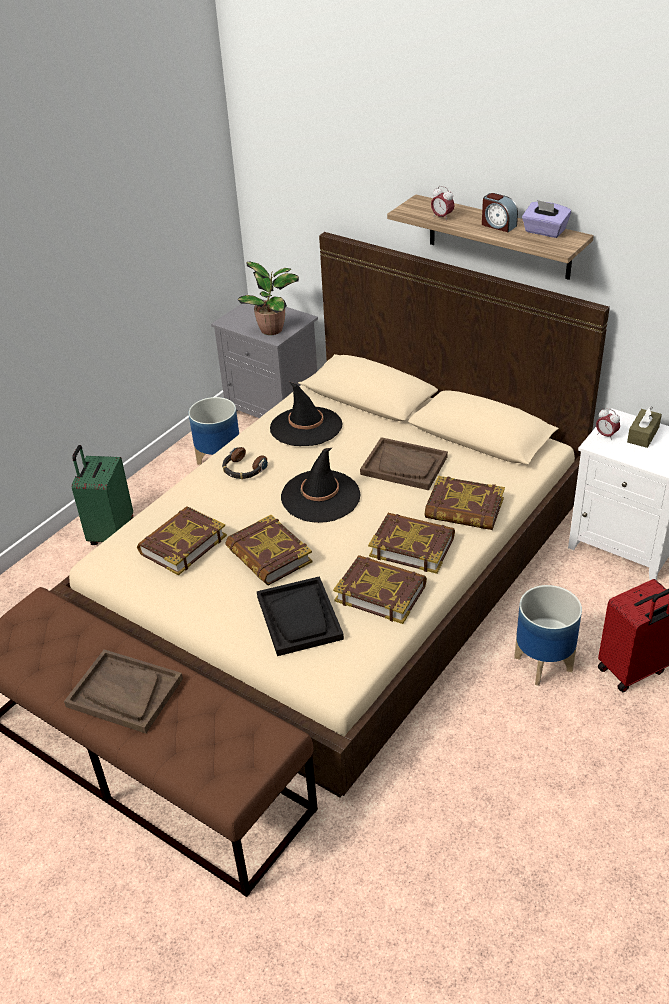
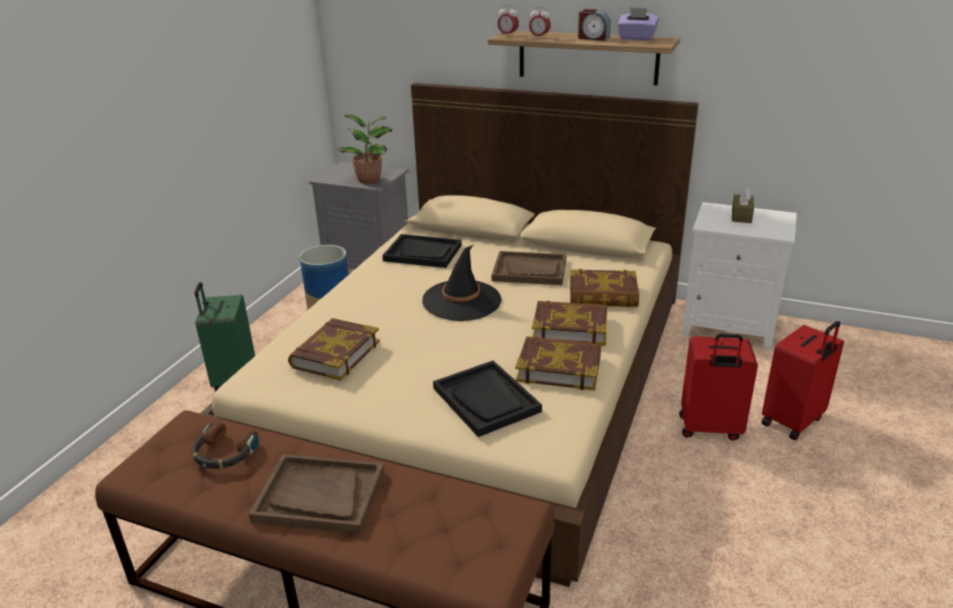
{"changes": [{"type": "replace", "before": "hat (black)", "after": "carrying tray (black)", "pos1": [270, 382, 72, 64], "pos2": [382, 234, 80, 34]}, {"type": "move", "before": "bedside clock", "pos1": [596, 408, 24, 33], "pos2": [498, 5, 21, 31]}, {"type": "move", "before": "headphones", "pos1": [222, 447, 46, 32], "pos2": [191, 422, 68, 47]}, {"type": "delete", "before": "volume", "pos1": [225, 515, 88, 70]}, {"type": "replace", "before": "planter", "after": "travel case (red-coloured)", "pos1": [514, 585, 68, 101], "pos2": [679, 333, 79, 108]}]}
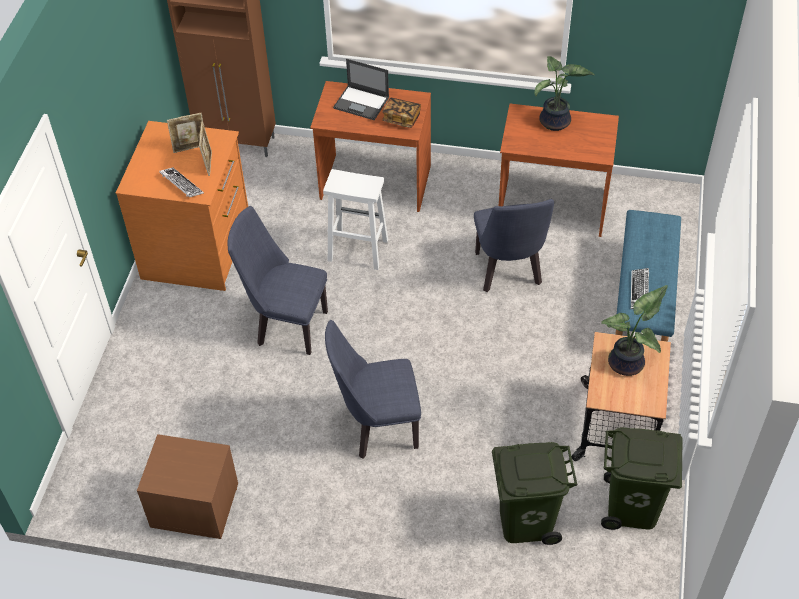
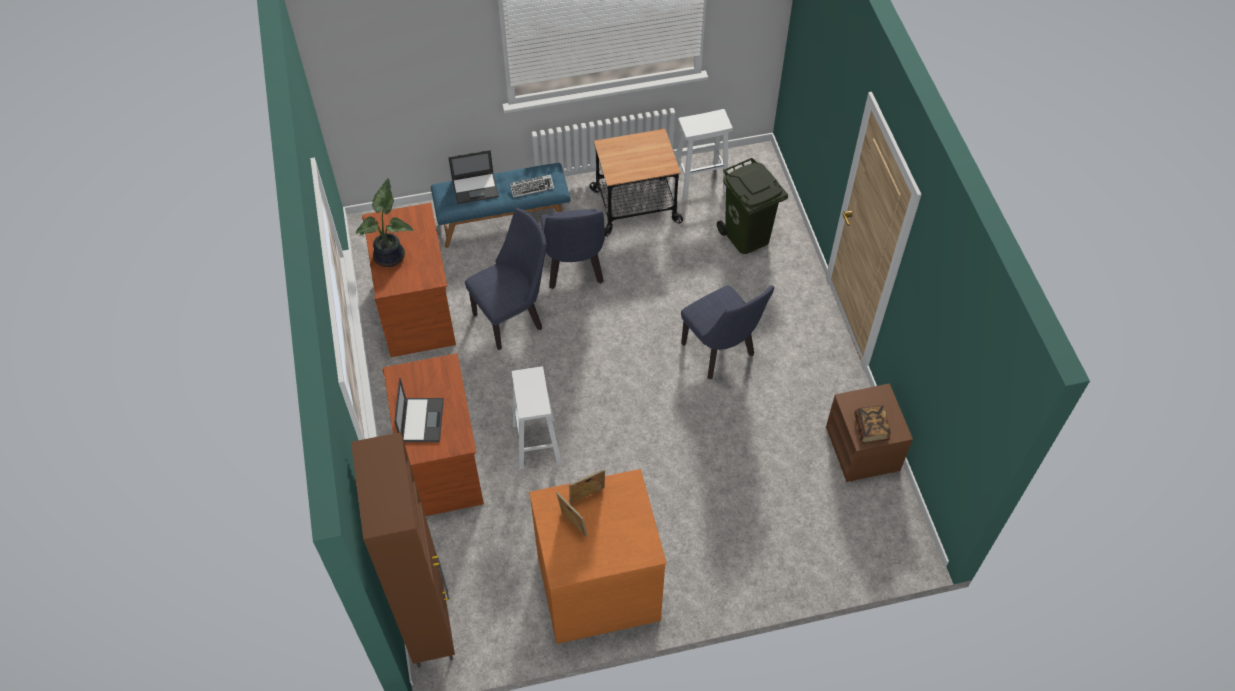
{"changes": [{"type": "move", "before": "volume", "pos1": [382, 98, 39, 30], "pos2": [854, 405, 37, 39]}, {"type": "delete", "before": "PC keyboard", "pos1": [159, 167, 45, 30]}, {"type": "move", "before": "chair (blue-coloured)", "pos1": [228, 206, 100, 149], "pos2": [541, 209, 64, 80]}, {"type": "delete", "before": "houseplant", "pos1": [601, 285, 67, 91]}, {"type": "replace", "before": "waste bin (green)", "after": "sitting stool (white-coloured)", "pos1": [601, 427, 82, 103], "pos2": [676, 109, 57, 91]}, {"type": "insert", "after": "laptop", "pos2": [448, 150, 51, 54]}]}
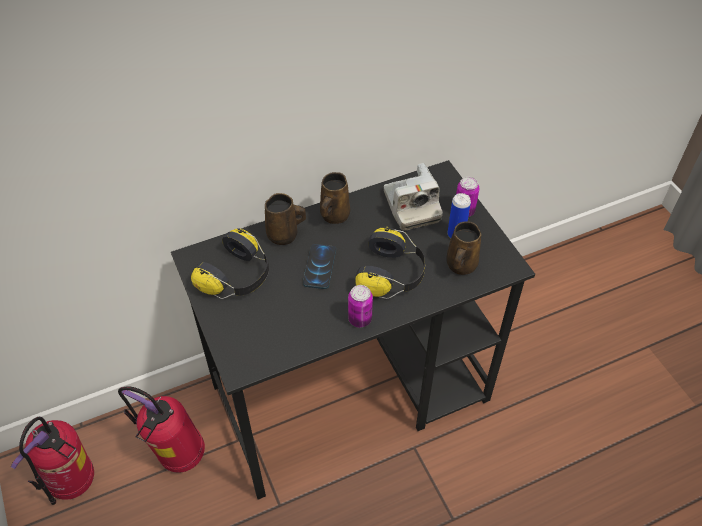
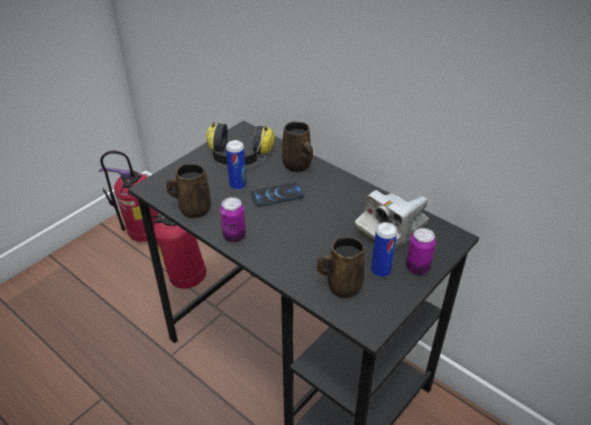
{"changes": [{"type": "move", "before": "coffee mug (brown)", "pos1": [320, 172, 30, 52], "pos2": [166, 164, 45, 55]}, {"type": "delete", "before": "headphones", "pos1": [355, 227, 71, 72]}, {"type": "insert", "after": "metal can", "pos2": [226, 140, 21, 50]}]}
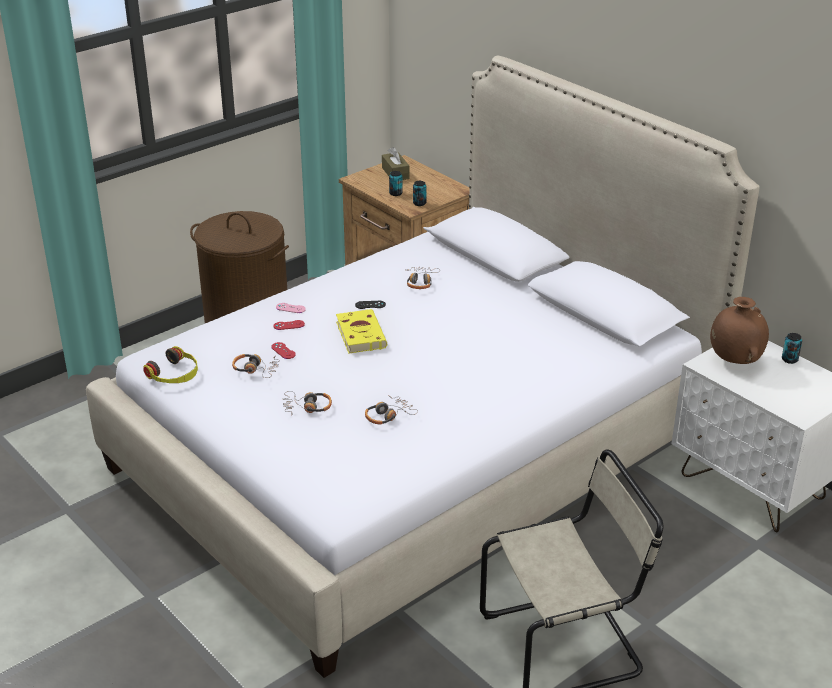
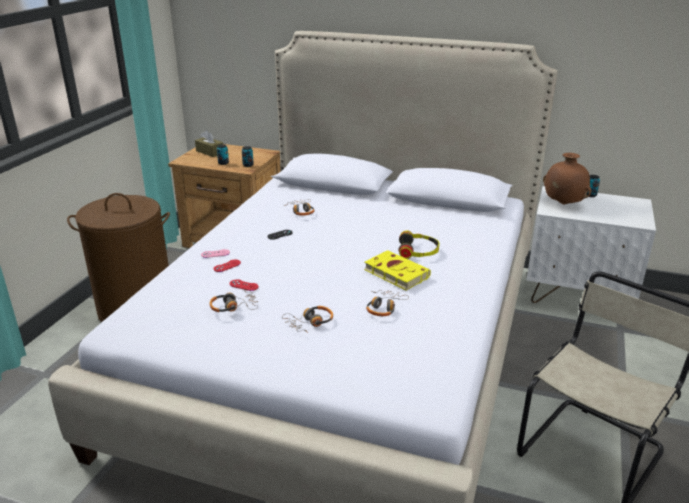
{"changes": [{"type": "move", "before": "volume (yellow-coloured)", "pos1": [336, 309, 51, 45], "pos2": [364, 250, 67, 40]}, {"type": "move", "before": "headphones", "pos1": [143, 346, 55, 37], "pos2": [398, 230, 41, 29]}]}
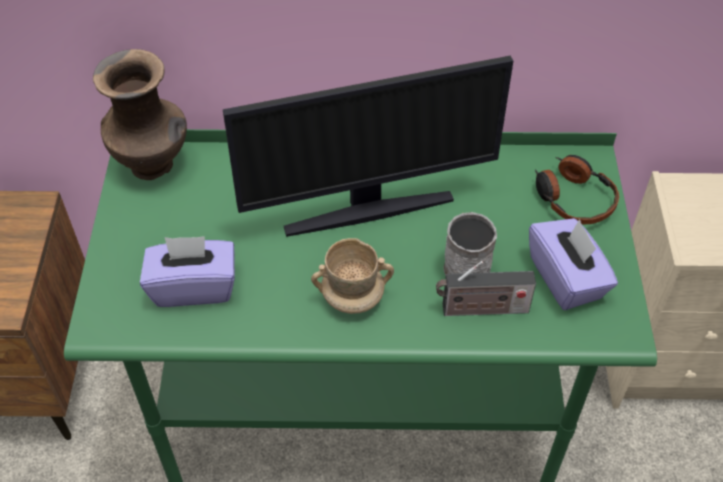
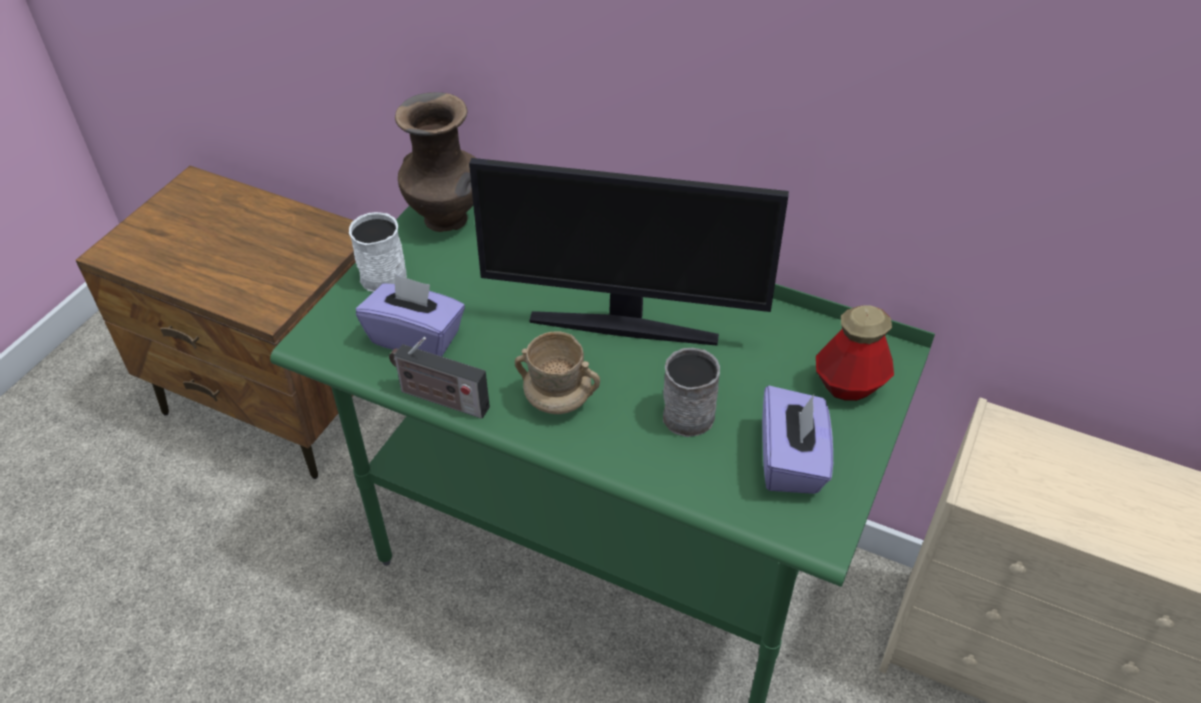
{"changes": [{"type": "replace", "before": "headphones", "after": "beverage bottle", "pos1": [535, 155, 84, 69], "pos2": [816, 305, 78, 96]}, {"type": "move", "before": "radio set", "pos1": [436, 261, 100, 55], "pos2": [389, 337, 101, 82]}, {"type": "insert", "after": "coffee mug (white-coloured)", "pos2": [349, 212, 58, 80]}]}
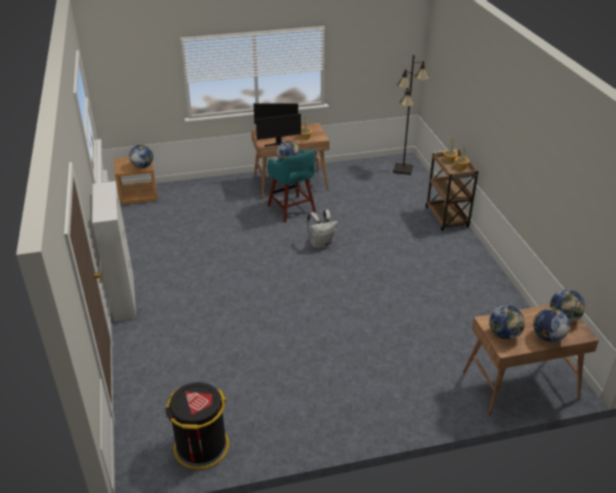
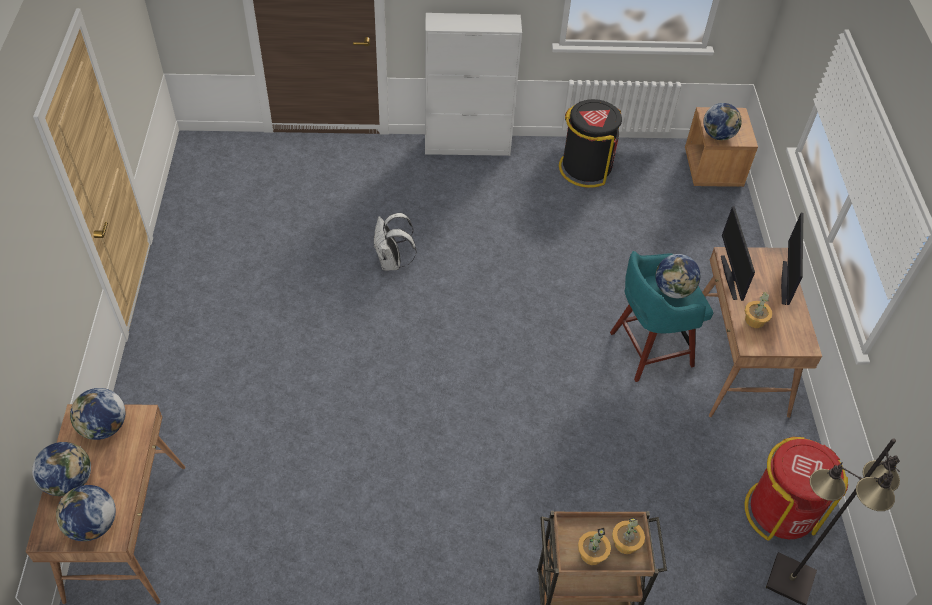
{"changes": [{"type": "move", "before": "rucksack (white-coloured)", "pos1": [307, 210, 31, 39], "pos2": [374, 213, 42, 58]}, {"type": "move", "before": "waste bin (black)", "pos1": [165, 382, 64, 88], "pos2": [559, 99, 63, 89]}, {"type": "insert", "after": "waste bin (red-coloured)", "pos2": [745, 437, 103, 104]}]}
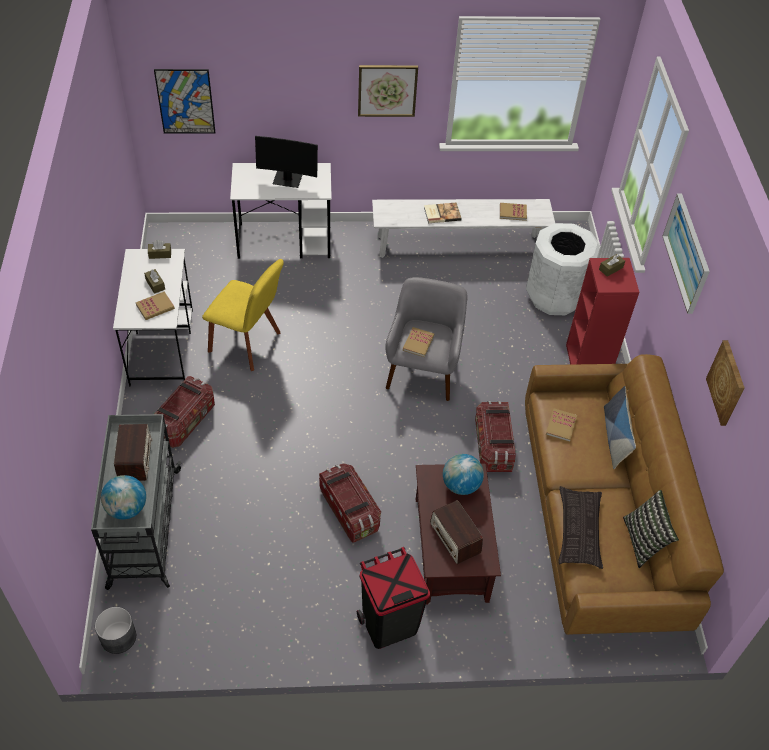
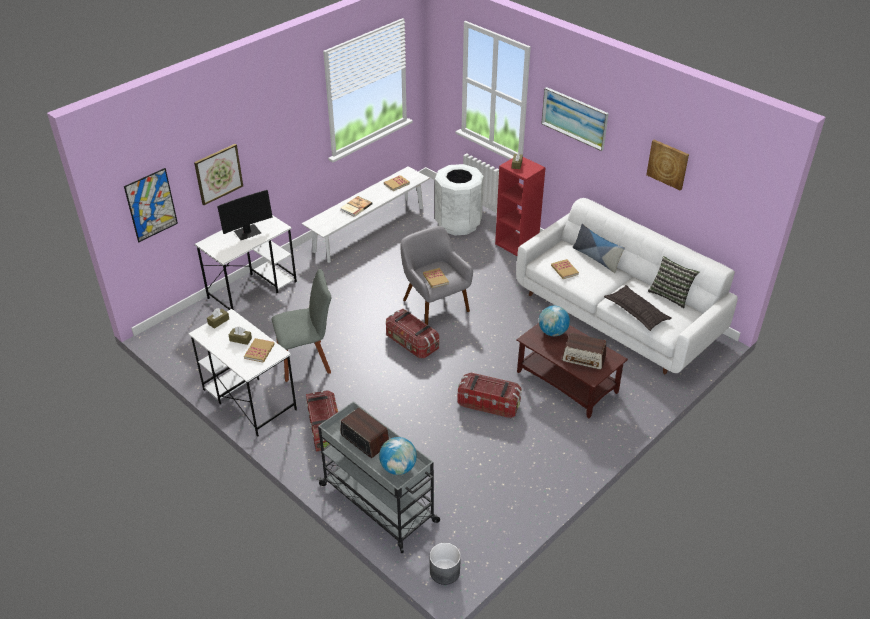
{"changes": [{"type": "move", "before": "wall art", "pos1": [358, 65, 60, 52], "pos2": [194, 144, 49, 61]}, {"type": "recolor", "before": "chair (yellow-coloured)", "after": "chair (gray)", "pos1": [202, 259, 82, 112], "pos2": [271, 269, 60, 113]}, {"type": "recolor", "before": "settee (brown)", "after": "settee (white-coloured)", "pos1": [525, 354, 199, 281], "pos2": [516, 198, 222, 176]}, {"type": "move", "before": "storage box", "pos1": [475, 401, 40, 71], "pos2": [386, 309, 53, 49]}, {"type": "delete", "before": "waste bin (black)", "pos1": [357, 547, 73, 102]}]}
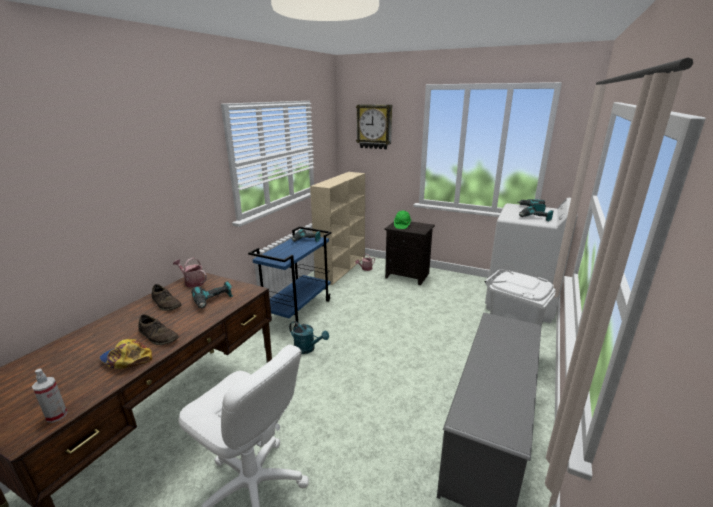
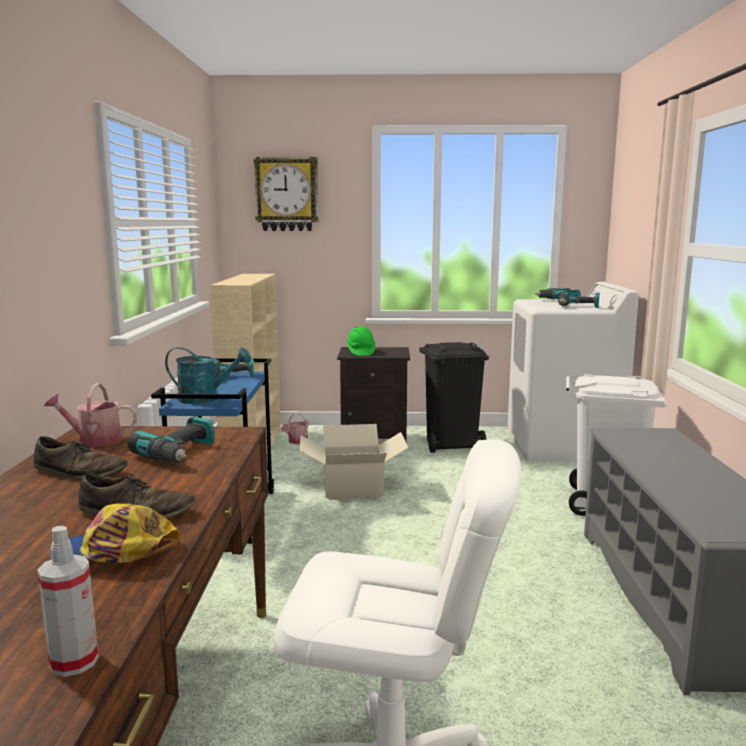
{"changes": [{"type": "move", "before": "watering pot (turquoise)", "pos1": [289, 321, 40, 33], "pos2": [165, 347, 86, 57]}, {"type": "insert", "after": "waste bin (black)", "pos2": [419, 342, 70, 111]}, {"type": "insert", "after": "carton", "pos2": [300, 424, 108, 74]}]}
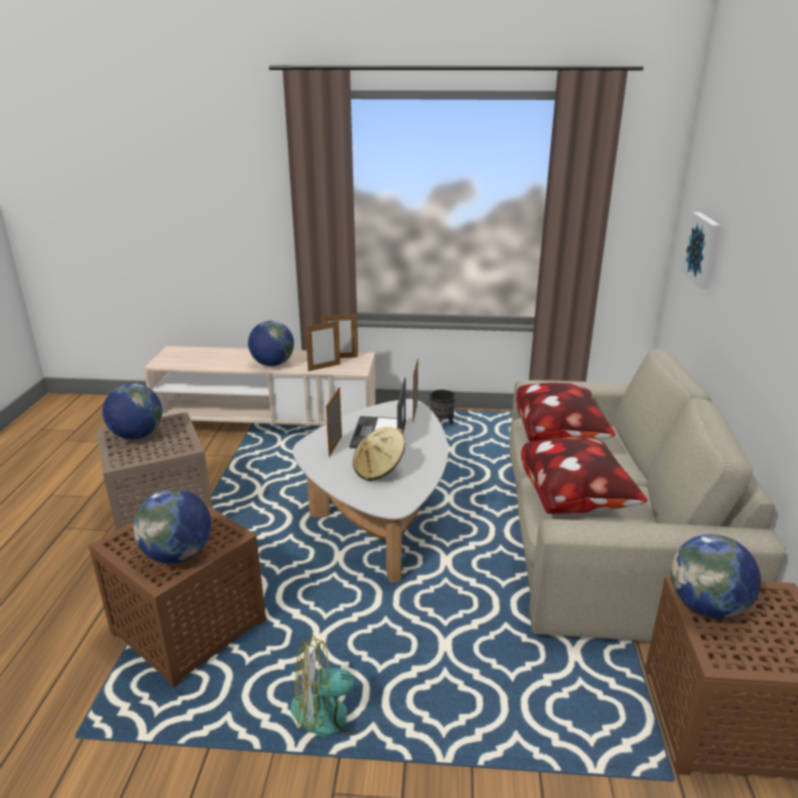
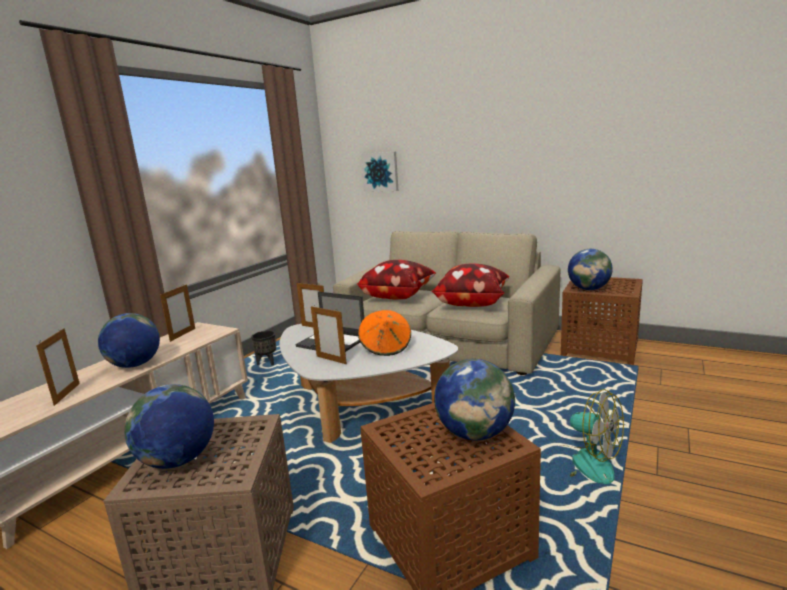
{"changes": [{"type": "move", "before": "picture frame", "pos1": [305, 321, 35, 50], "pos2": [36, 328, 44, 78]}, {"type": "recolor", "before": "hat (beige)", "after": "hat (orange-coloured)", "pos1": [353, 427, 52, 54], "pos2": [358, 310, 53, 46]}, {"type": "rotate", "before": "cooling fan", "pos1": [291, 635, 86, 102], "pos2": [553, 389, 71, 95], "turn": -60}]}
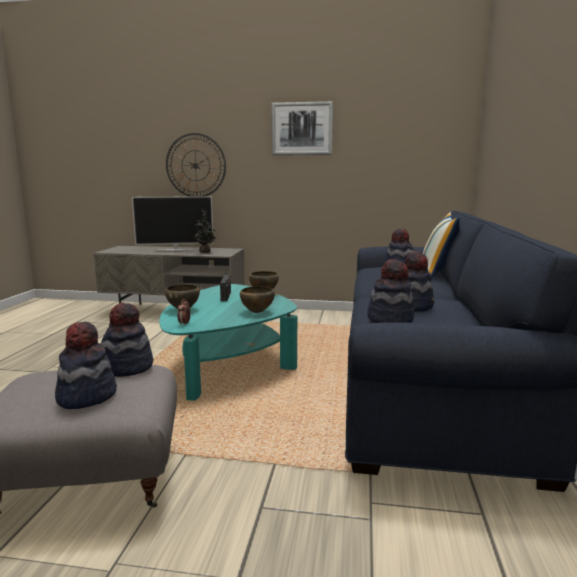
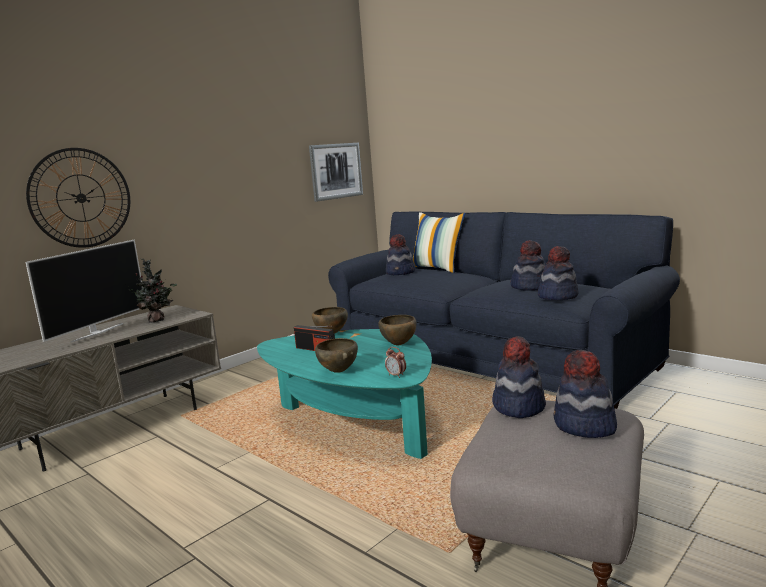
{"changes": [{"type": "move", "before": "wall art", "pos1": [271, 101, 62, 54], "pos2": [309, 143, 54, 59]}]}
